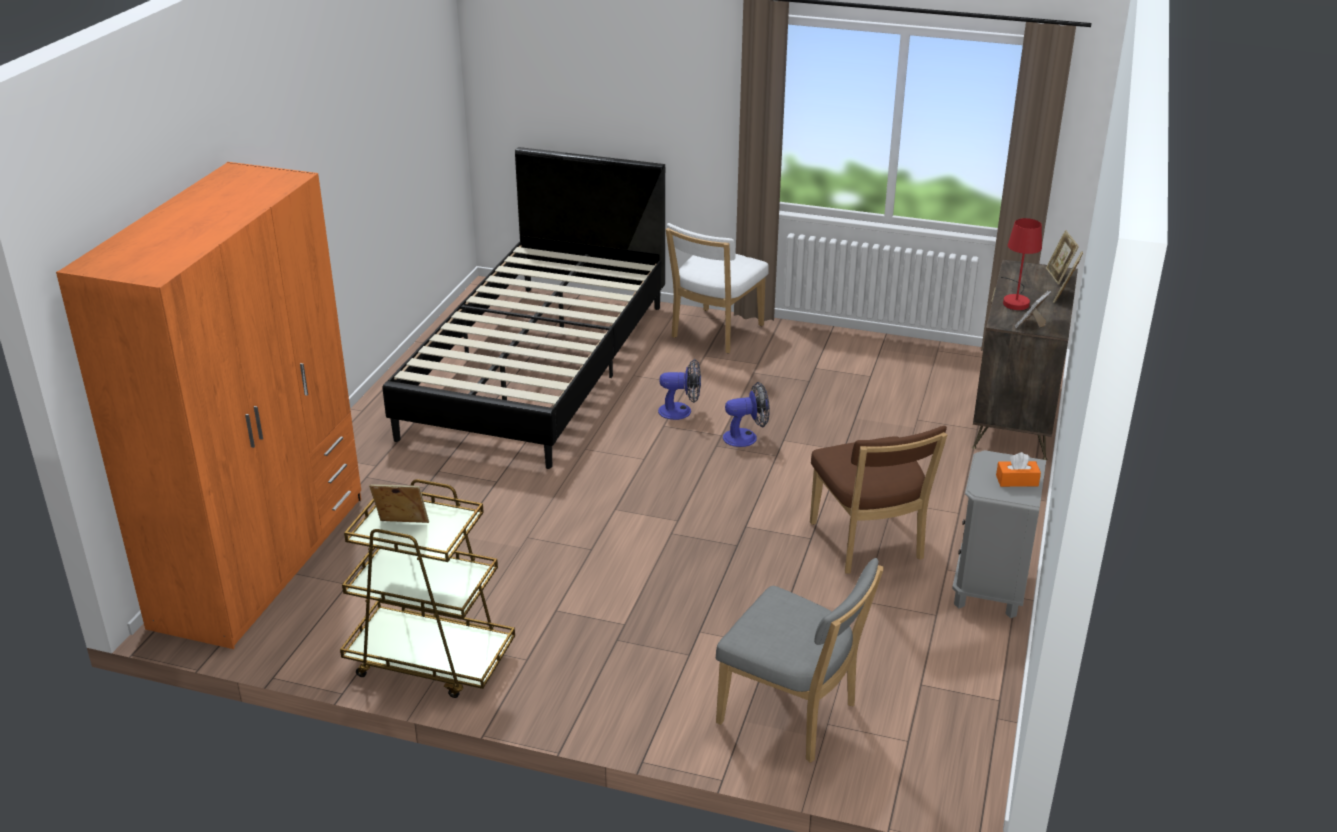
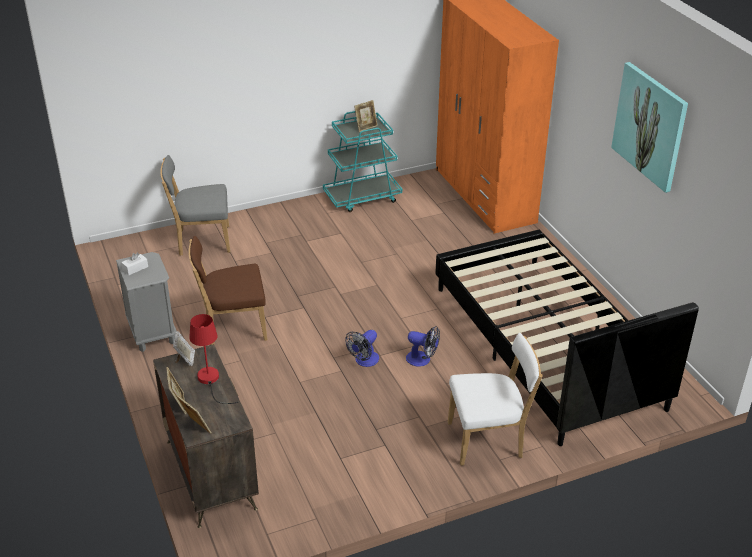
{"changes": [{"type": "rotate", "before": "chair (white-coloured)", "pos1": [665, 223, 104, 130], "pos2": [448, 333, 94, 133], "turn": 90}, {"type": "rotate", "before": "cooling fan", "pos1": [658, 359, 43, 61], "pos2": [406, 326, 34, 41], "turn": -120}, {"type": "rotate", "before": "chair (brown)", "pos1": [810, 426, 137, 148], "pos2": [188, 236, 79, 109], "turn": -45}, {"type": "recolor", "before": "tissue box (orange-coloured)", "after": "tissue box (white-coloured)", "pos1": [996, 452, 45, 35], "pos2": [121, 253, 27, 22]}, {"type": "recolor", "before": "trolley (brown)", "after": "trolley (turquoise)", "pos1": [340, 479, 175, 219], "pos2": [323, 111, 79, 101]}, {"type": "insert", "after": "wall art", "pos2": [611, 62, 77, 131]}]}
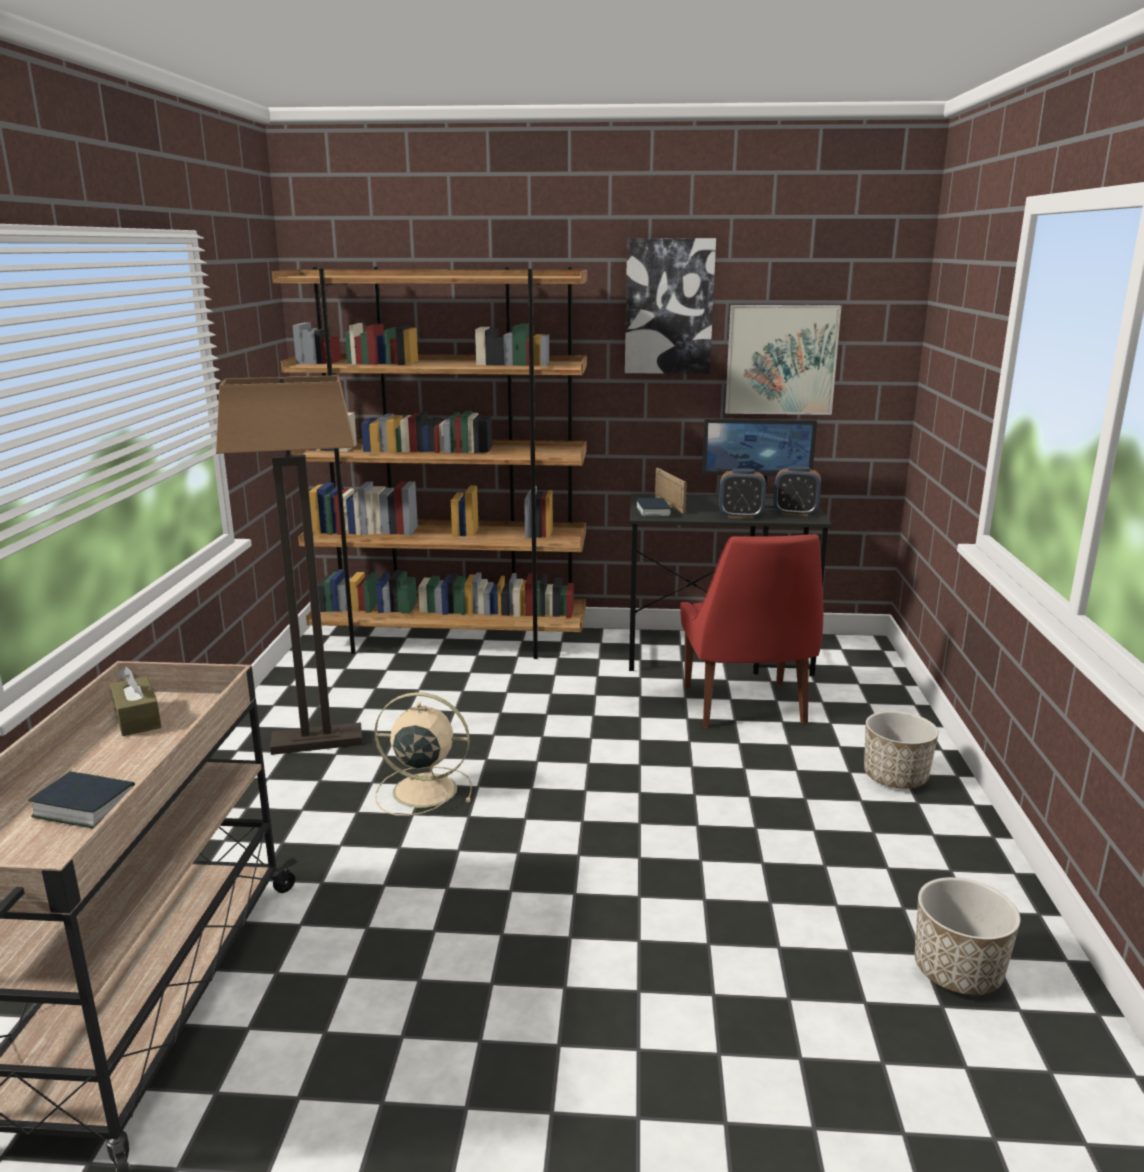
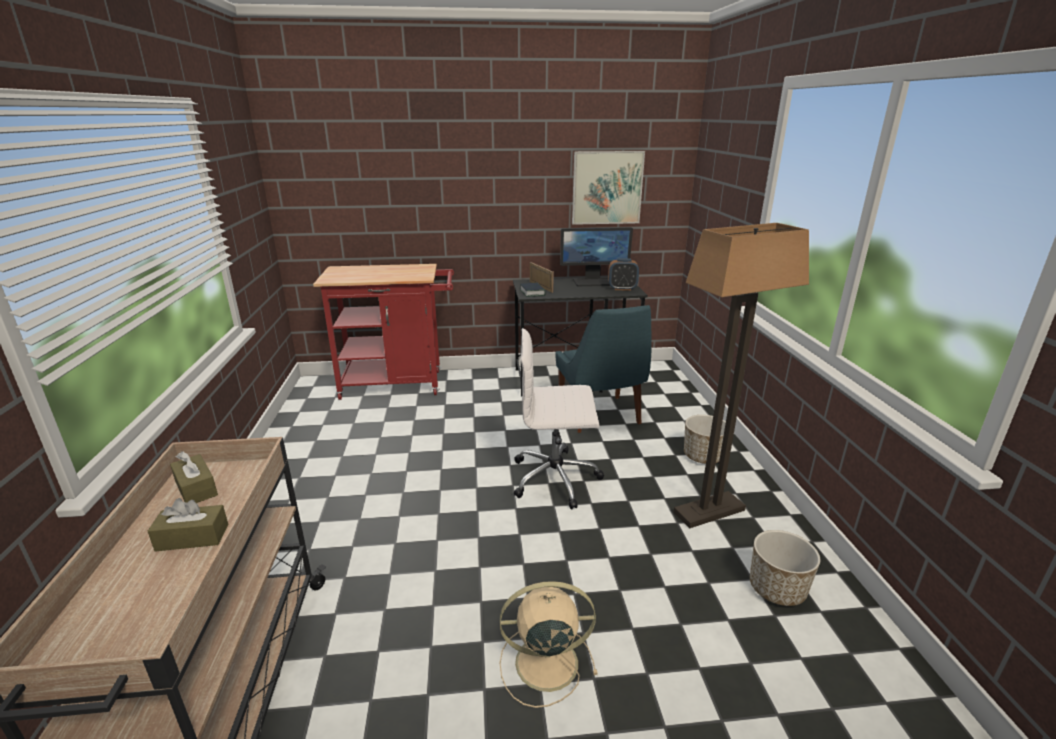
{"changes": [{"type": "delete", "before": "wall art", "pos1": [625, 238, 91, 136]}, {"type": "replace", "before": "shelving unit (brown)", "after": "trolley (red-coloured)", "pos1": [272, 267, 315, 392], "pos2": [313, 264, 141, 136]}, {"type": "move", "before": "floor lamp", "pos1": [216, 375, 146, 380], "pos2": [673, 223, 136, 305]}, {"type": "delete", "before": "bedside clock", "pos1": [719, 468, 47, 51]}, {"type": "recolor", "before": "chair (red-coloured)", "after": "chair (blue-coloured)", "pos1": [680, 534, 143, 194], "pos2": [555, 305, 96, 128]}, {"type": "move", "before": "cooling fan (beige)", "pos1": [374, 692, 98, 124], "pos2": [500, 581, 98, 127]}, {"type": "delete", "before": "volume", "pos1": [28, 771, 107, 58]}, {"type": "insert", "after": "office chair (white-coloured)", "pos2": [514, 328, 90, 181]}, {"type": "insert", "after": "tissue box (brown)", "pos2": [148, 498, 81, 54]}]}
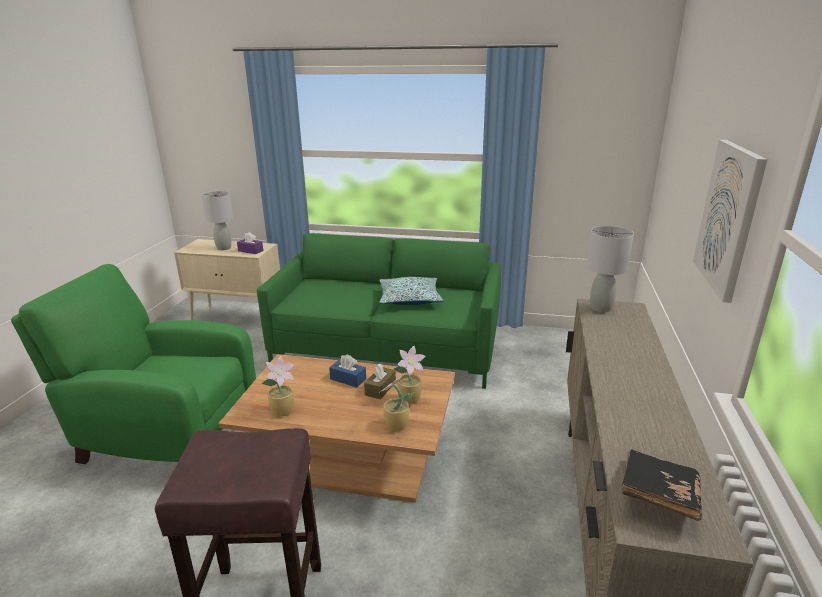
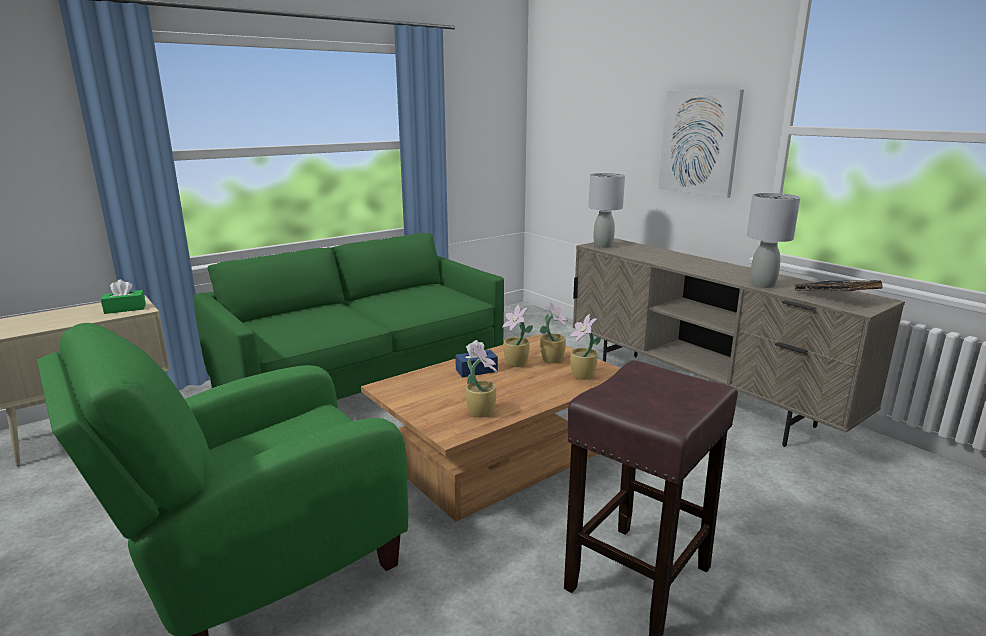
{"changes": [{"type": "move", "before": "lamp for a table (gray)", "pos1": [201, 191, 32, 59], "pos2": [747, 193, 53, 95]}, {"type": "recolor", "before": "tissue box (purple-coloured)", "after": "tissue box (green)", "pos1": [237, 232, 26, 22], "pos2": [101, 280, 45, 34]}, {"type": "delete", "before": "pillow", "pos1": [379, 277, 64, 28]}, {"type": "replace", "before": "tissue box (brown)", "after": "houseplant", "pos1": [364, 363, 32, 36], "pos2": [502, 304, 31, 63]}]}
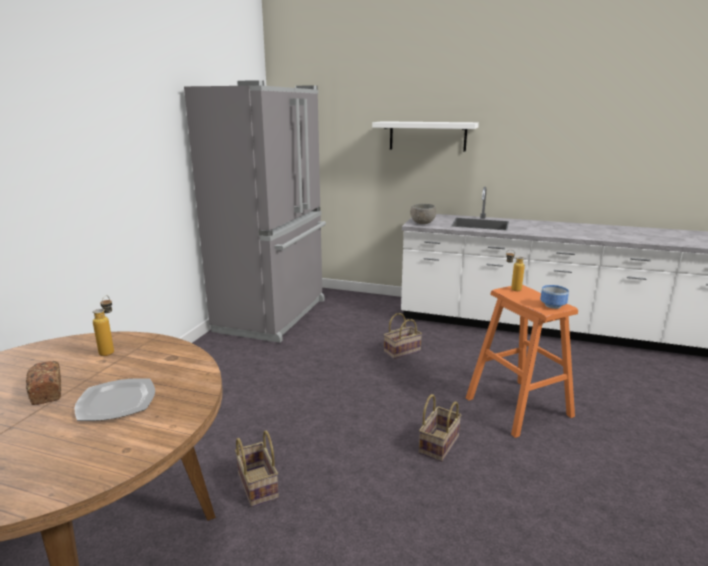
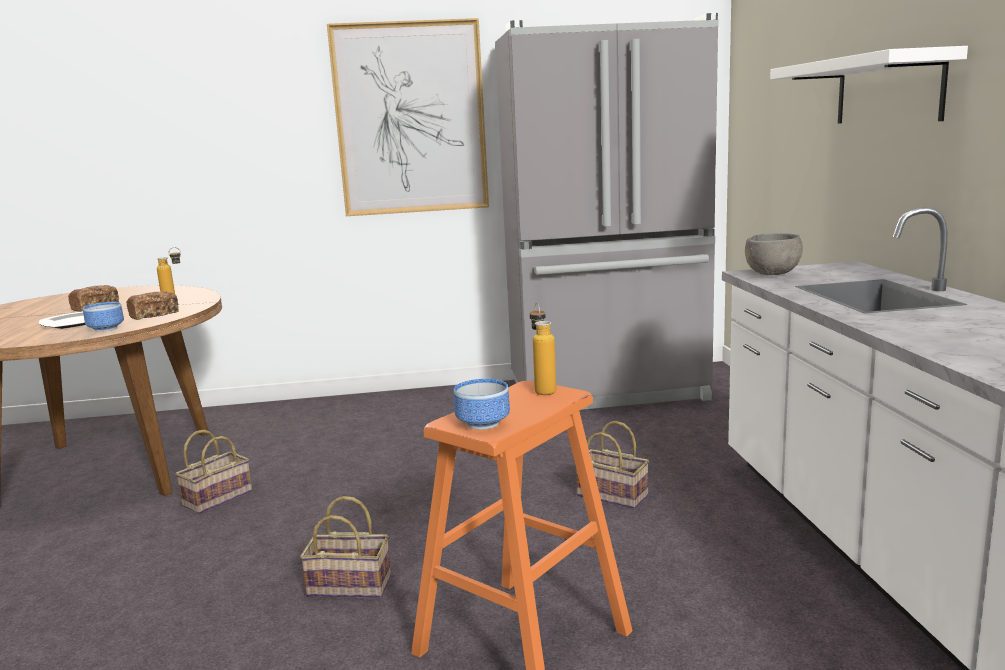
{"changes": [{"type": "insert", "after": "wall art", "pos2": [327, 18, 162, 198]}, {"type": "insert", "after": "bread", "pos2": [126, 291, 53, 29]}, {"type": "insert", "after": "serving bowl", "pos2": [83, 302, 41, 30]}]}
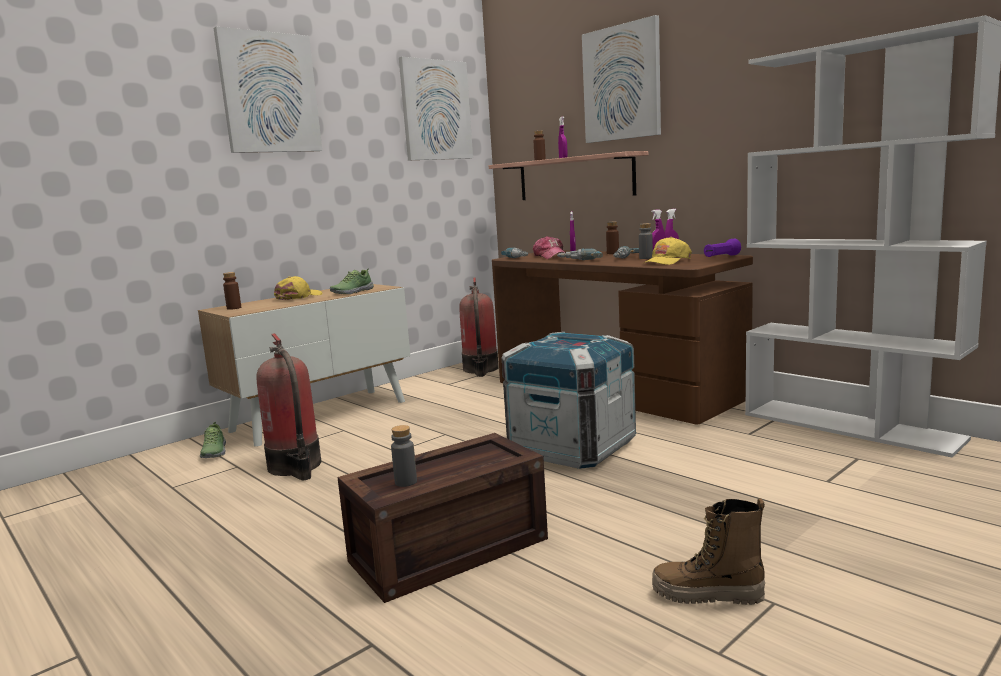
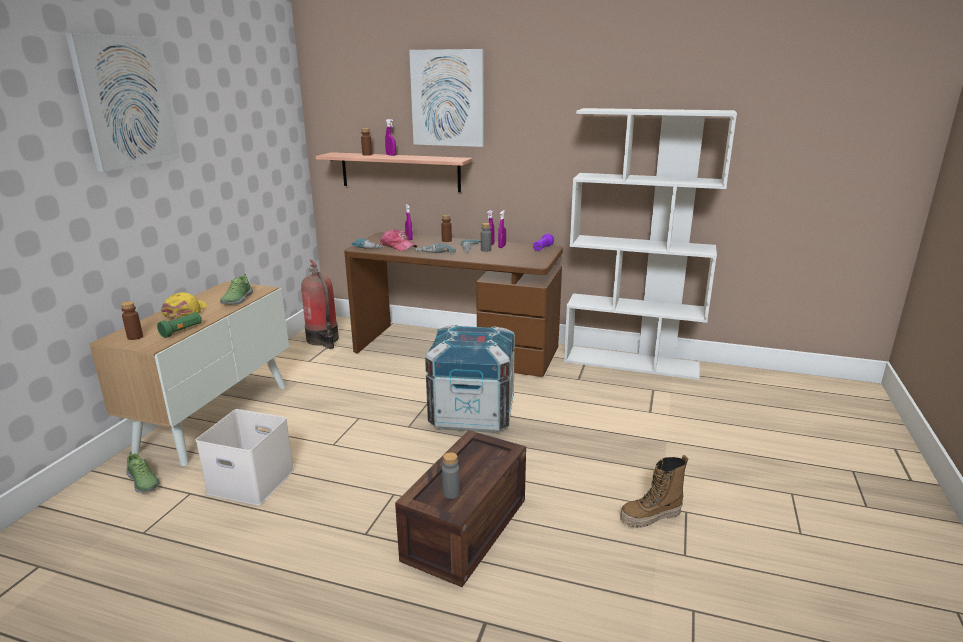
{"changes": [{"type": "delete", "before": "wall art", "pos1": [399, 57, 74, 103]}, {"type": "delete", "before": "peaked cap (yellow-coloured)", "pos1": [644, 237, 48, 28]}, {"type": "replace", "before": "fire extinguisher", "after": "storage box (white-coloured)", "pos1": [256, 333, 65, 147], "pos2": [196, 409, 98, 97]}, {"type": "insert", "after": "flashlight (green)", "pos2": [157, 312, 45, 26]}]}
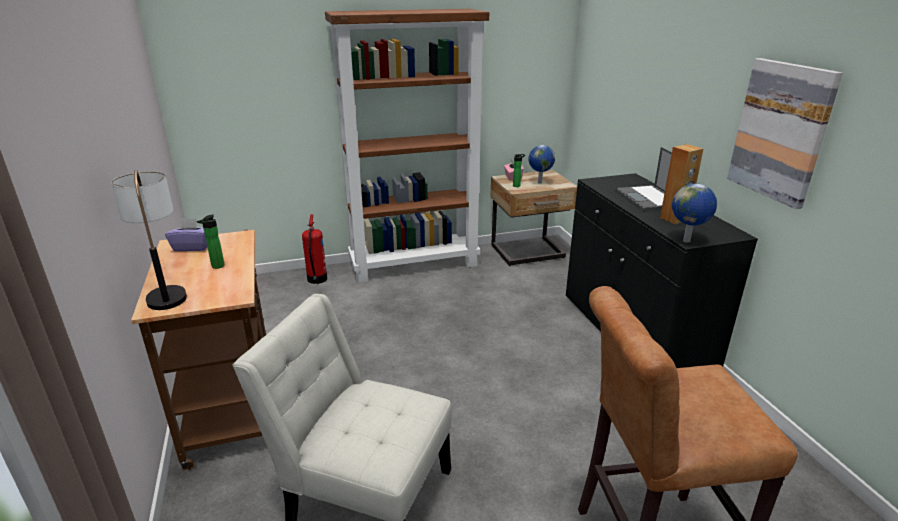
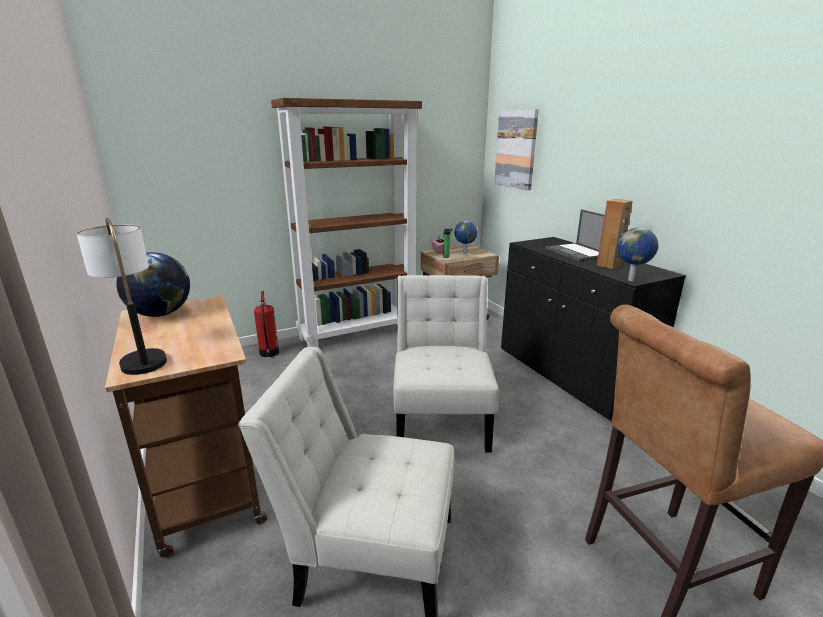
{"changes": [{"type": "move", "before": "wall art", "pos1": [727, 58, 116, 151], "pos2": [494, 109, 45, 81]}, {"type": "delete", "before": "beverage bottle", "pos1": [197, 215, 28, 54]}, {"type": "replace", "before": "tissue box (purple-coloured)", "after": "desk globe", "pos1": [165, 218, 42, 33], "pos2": [116, 252, 74, 65]}, {"type": "insert", "after": "chair (white-coloured)", "pos2": [393, 275, 106, 178]}]}
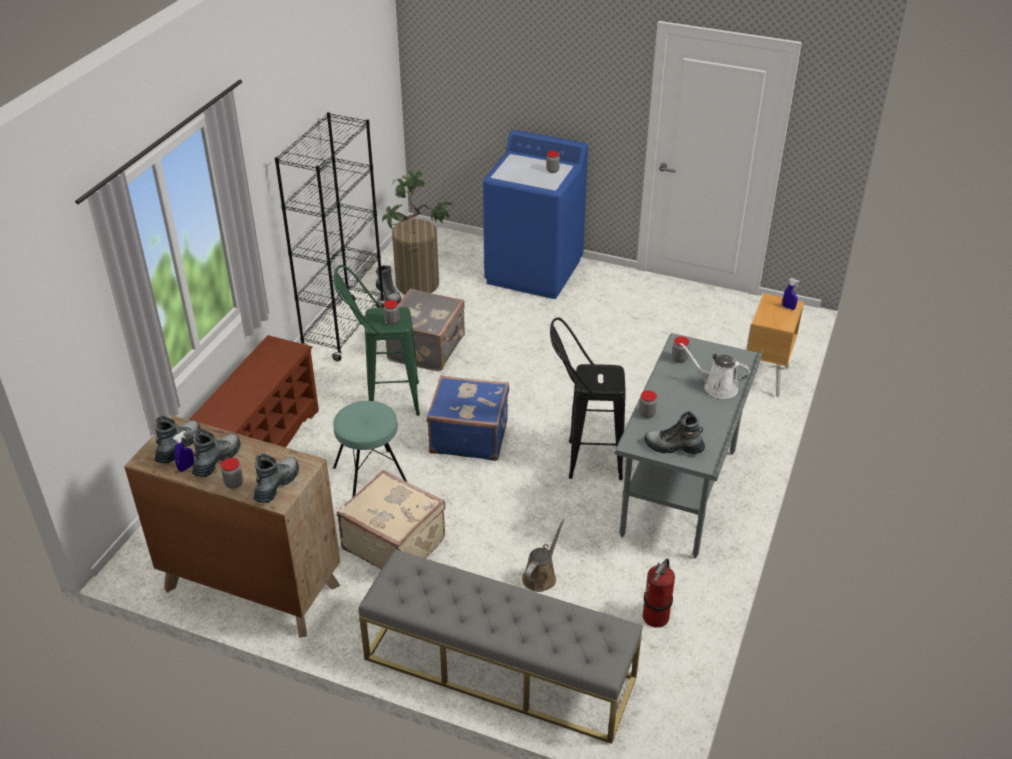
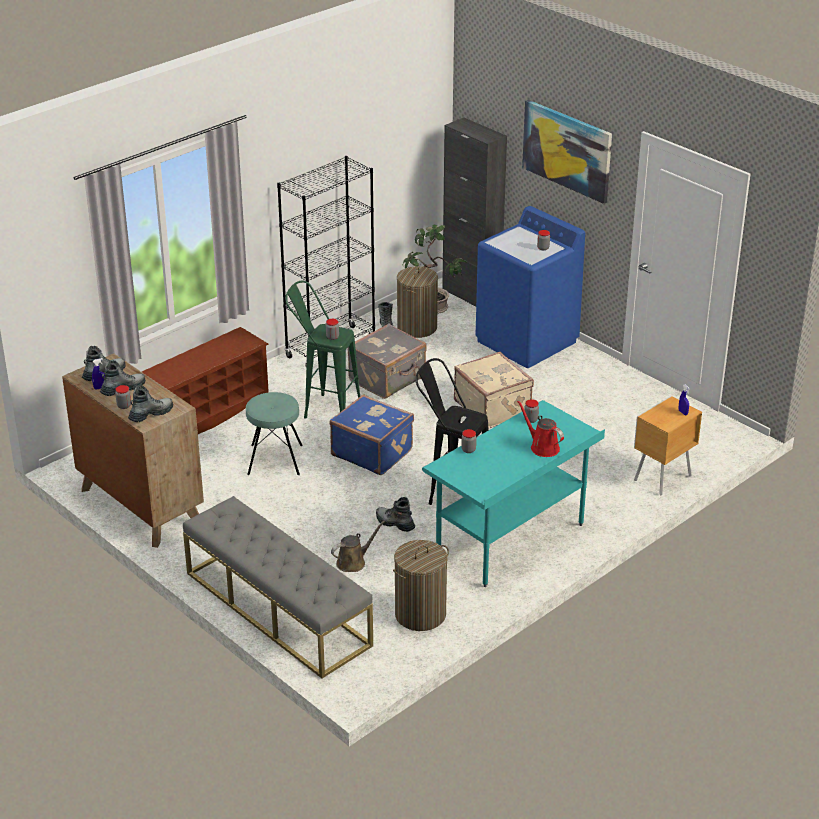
{"changes": [{"type": "recolor", "before": "desk (gray)", "after": "desk (turquoise)", "pos1": [614, 333, 149, 225], "pos2": [422, 400, 183, 187]}, {"type": "recolor", "before": "watering pot (white-coloured)", "after": "watering pot (red-coloured)", "pos1": [679, 342, 71, 57], "pos2": [517, 400, 47, 57]}, {"type": "move", "before": "tall boot", "pos1": [644, 411, 61, 43], "pos2": [376, 497, 39, 35]}, {"type": "move", "before": "travel case (beige)", "pos1": [337, 470, 109, 100], "pos2": [454, 352, 80, 77]}, {"type": "replace", "before": "fire extinguisher", "after": "laundry basket", "pos1": [643, 559, 32, 68], "pos2": [393, 540, 56, 91]}, {"type": "insert", "after": "wall art", "pos2": [522, 100, 90, 104]}, {"type": "insert", "after": "storage cabinet (black)", "pos2": [442, 118, 65, 188]}]}
